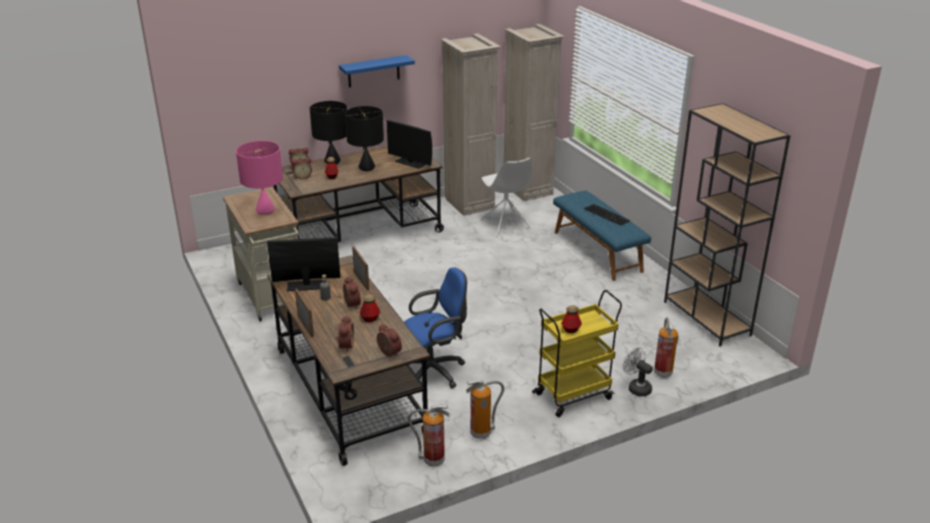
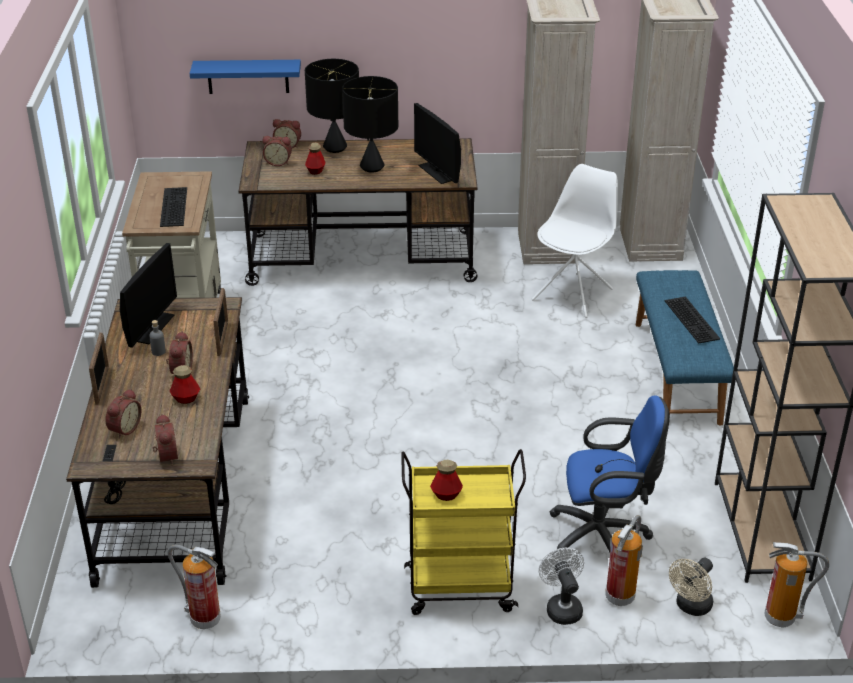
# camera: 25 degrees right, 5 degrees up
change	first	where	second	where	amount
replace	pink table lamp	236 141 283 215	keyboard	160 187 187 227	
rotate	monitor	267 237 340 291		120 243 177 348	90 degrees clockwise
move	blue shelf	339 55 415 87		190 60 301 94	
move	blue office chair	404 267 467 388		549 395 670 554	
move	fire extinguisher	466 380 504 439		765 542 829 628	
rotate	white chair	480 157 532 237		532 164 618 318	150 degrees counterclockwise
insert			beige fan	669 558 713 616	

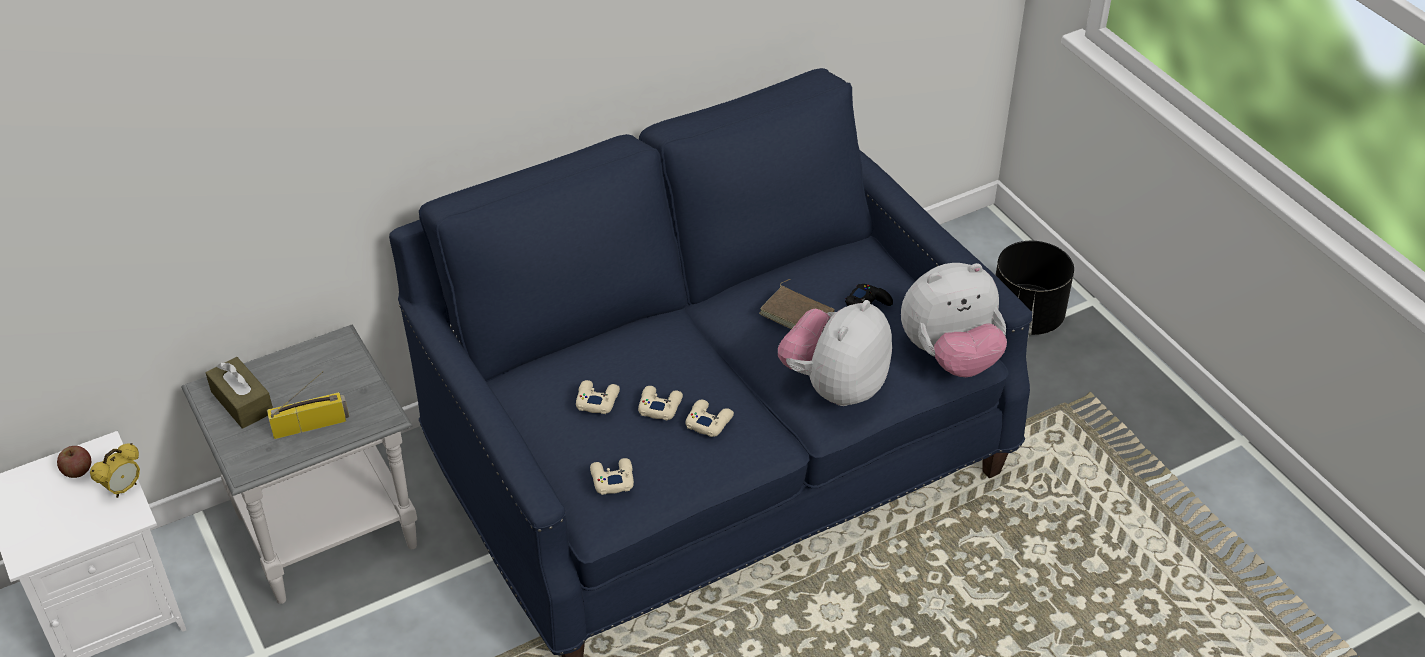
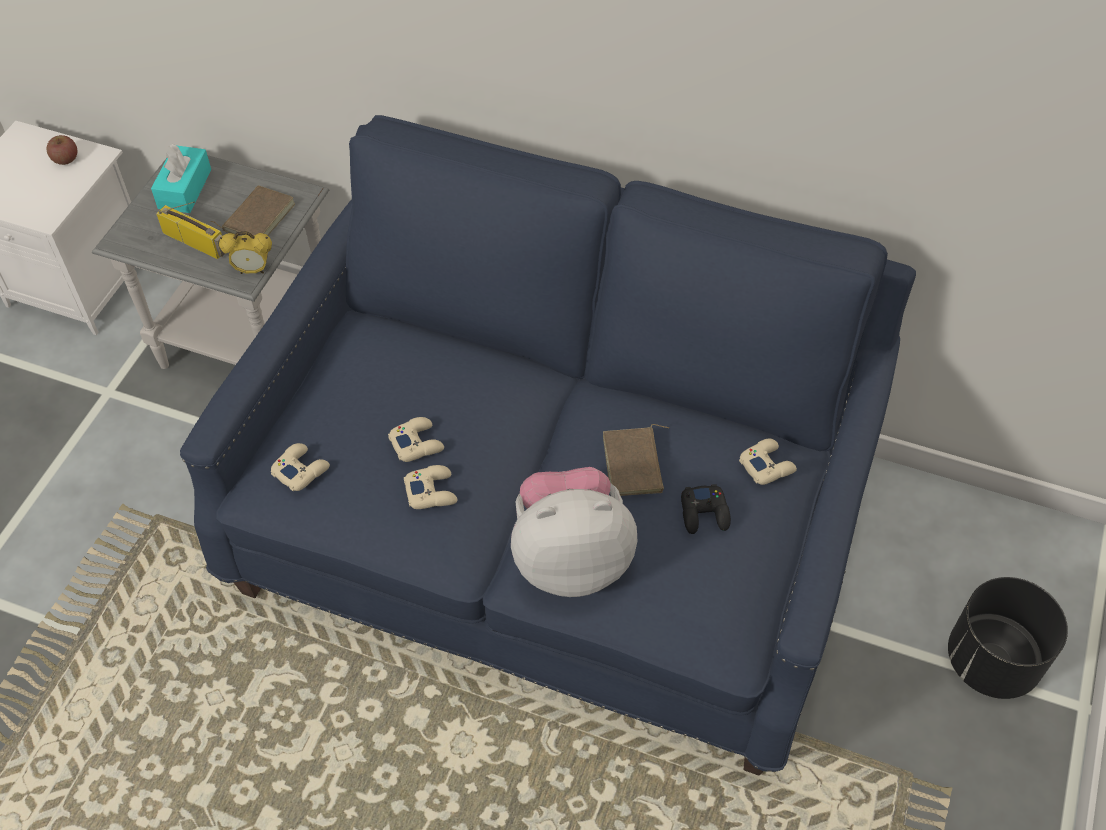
# camera: 50 degrees right, 10 degrees up
change	first	where	second	where	amount
move	alarm clock	90 443 140 498		219 231 272 274	
recolor	brown tissue box	206 357 273 429	turquoise tissue box	151 144 211 213	
move	beige game controller	576 380 620 414		739 439 797 485	
delete	plush toy	901 263 1007 377			
insert			brown book	210 185 295 236	

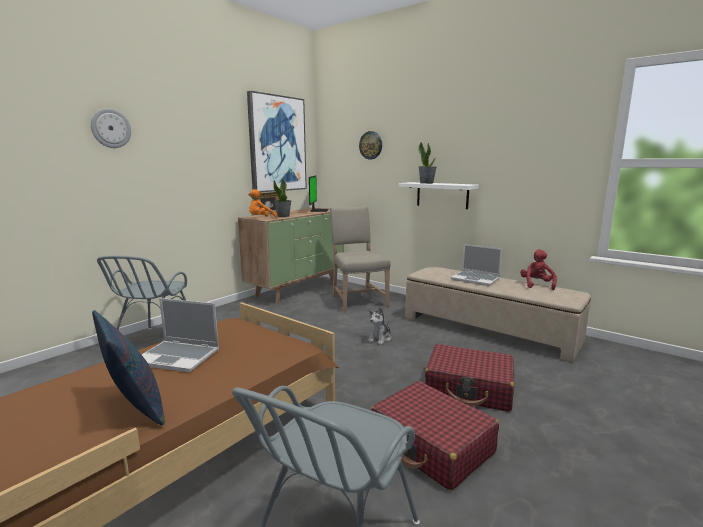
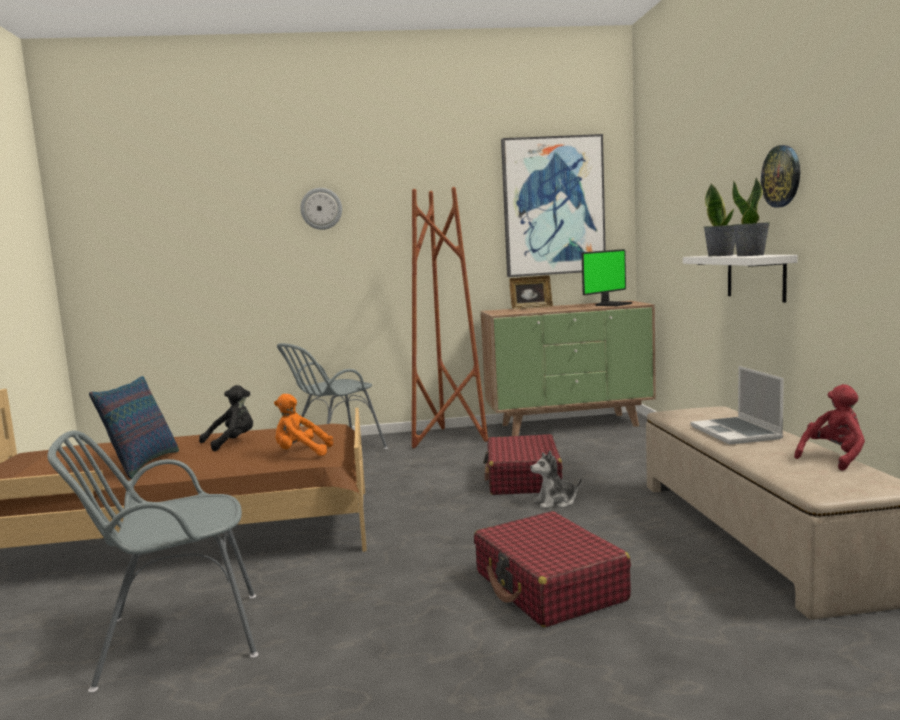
# camera: 45 degrees right, 5 degrees down
change	first	where	second	where	amount
replace	laptop	142 298 219 372	black plush toy	199 385 253 452	
move	orange plush toy	248 189 278 218		274 394 333 456	
move	potted plant	273 178 291 217		732 177 770 256	
delete	beige chair	330 206 391 312			
move	wall clock	359 131 382 159		761 145 800 208	
move	red suitcase	371 381 499 491		483 434 563 495	
insert			brown clothes rack	412 187 488 448	

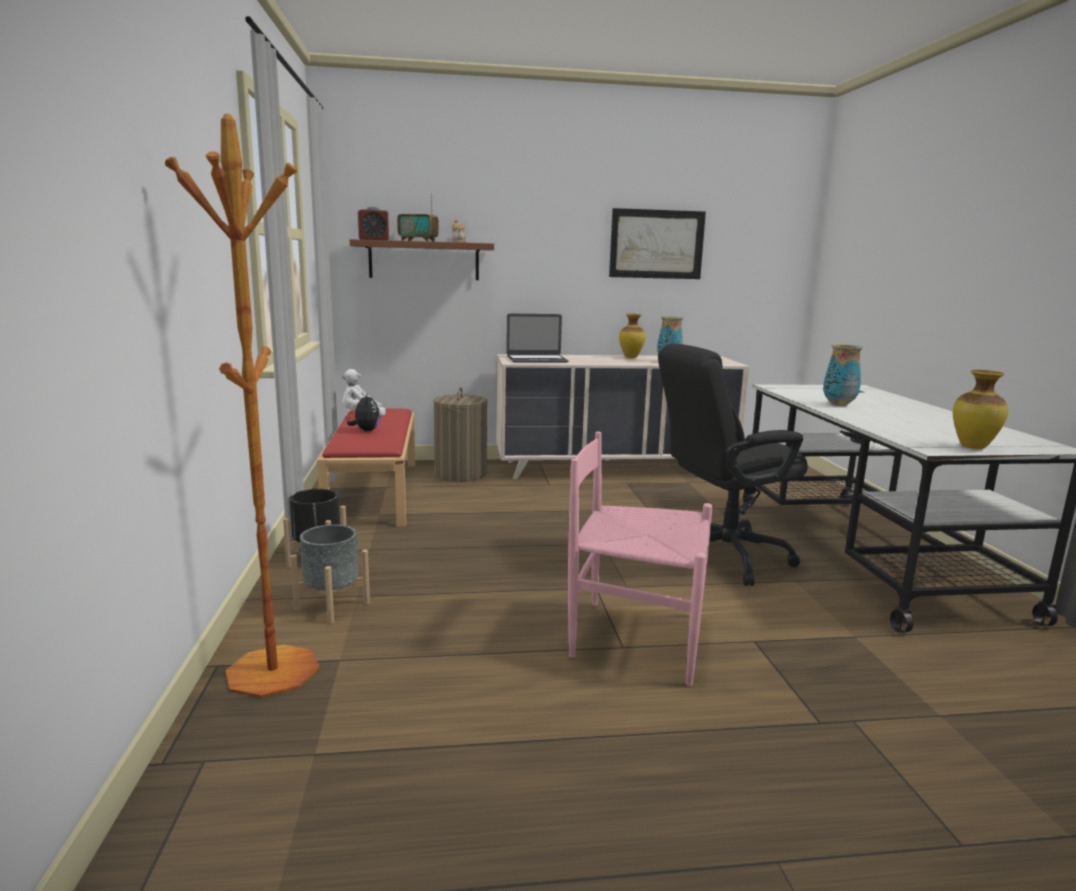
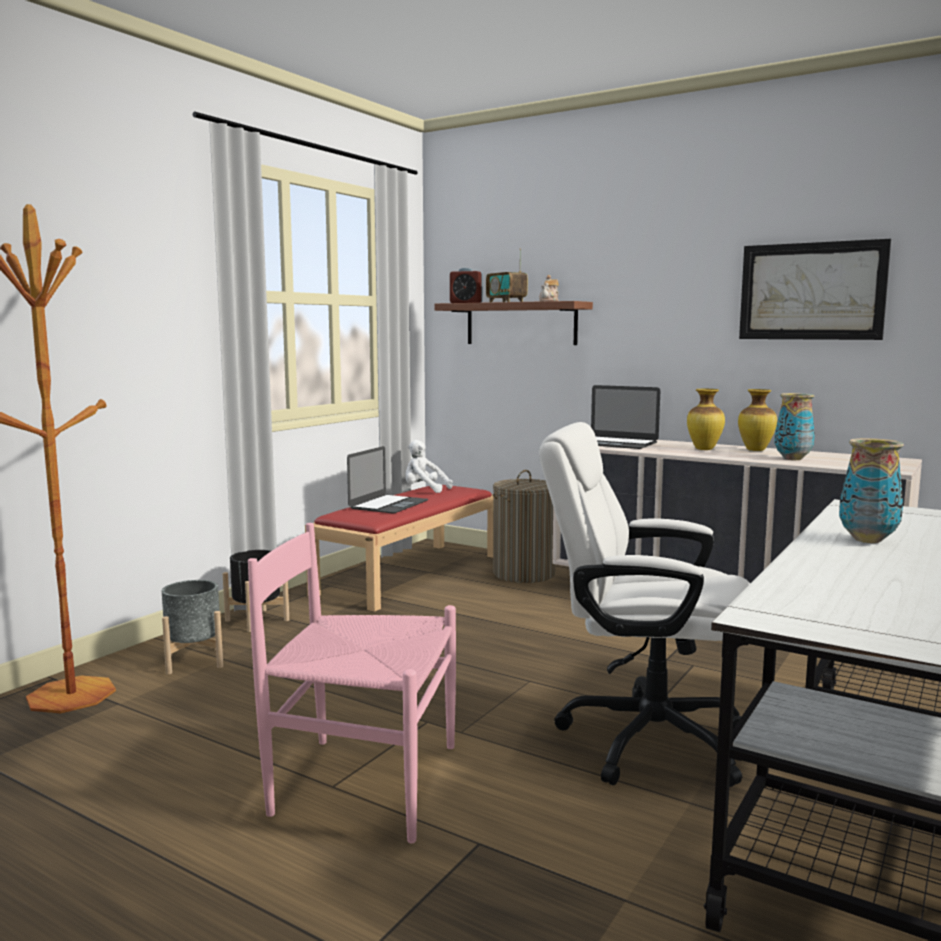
# camera: 40 degrees right, 5 degrees down
change	first	where	second	where	amount
replace	plush toy	347 394 380 431	laptop	347 446 428 514	
rotate	pink chair	568 432 712 686		248 523 456 843	45 degrees counterclockwise
recolor	black office chair	658 344 808 586	white office chair	539 422 750 787	
move	vase	953 370 1008 449		687 389 725 450	

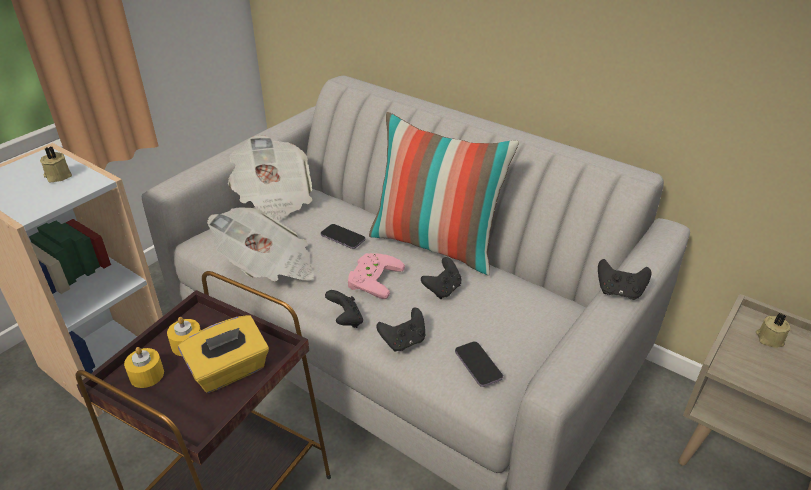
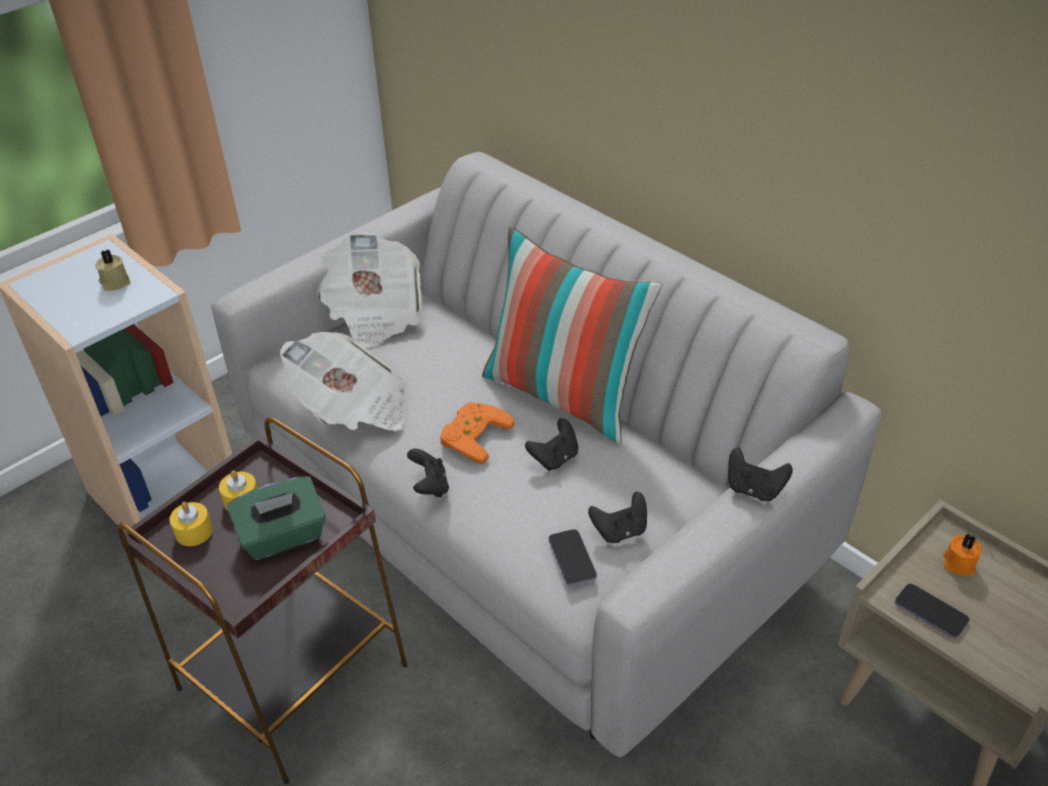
# camera: 10 degrees right, 5 degrees up
change	first	where	second	where	amount
recolor	yellow tissue box	178 315 269 393	green tissue box	227 476 326 560	
move	phone	321 224 366 249		895 583 970 639	
recolor	pink game controller	348 253 405 299	orange game controller	440 402 515 464	
move	black game controller	376 308 425 352		588 492 647 543	
recolor	beige candle	756 313 791 348	orange candle	943 534 981 576	

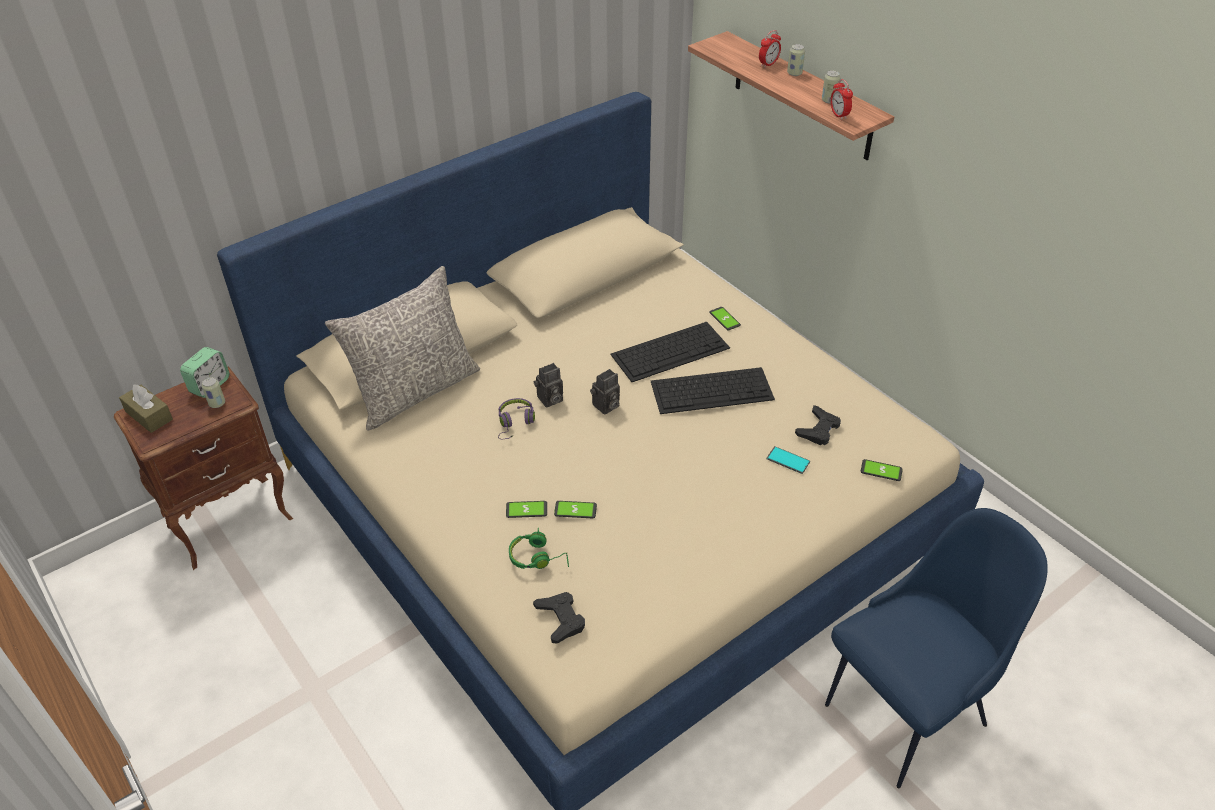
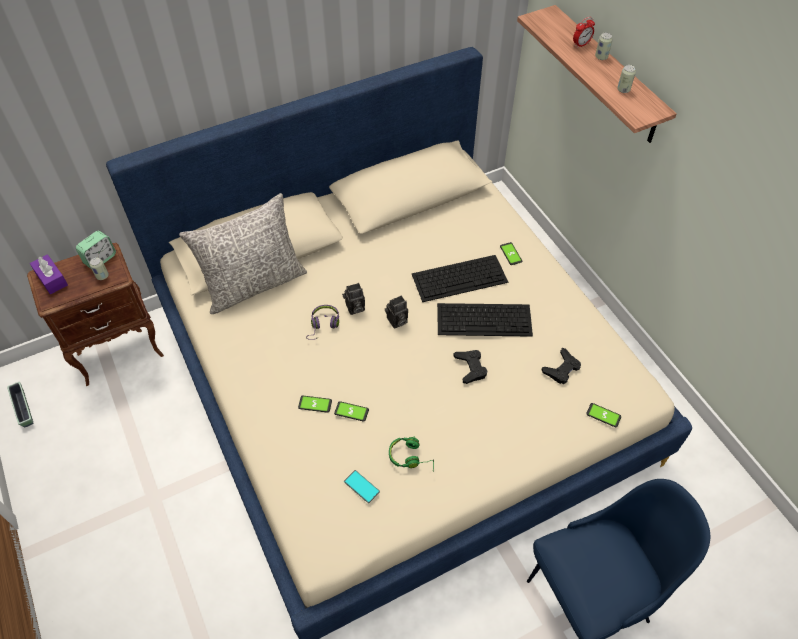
# camera: 10 degrees right, 10 degrees up
change	first	where	second	where	amount
recolor	brown tissue box	119 384 173 433	purple tissue box	30 254 68 295	
move	green headphones	509 528 569 569		389 437 434 471	
move	black game controller	533 592 585 644		453 350 487 384	
move	phone	767 446 810 474		344 470 380 503	
delete	alarm clock	830 79 853 120			
insert			planter	7 382 34 428	

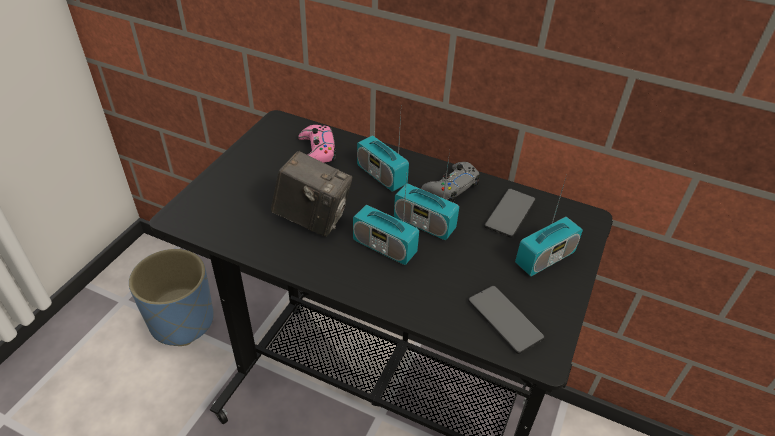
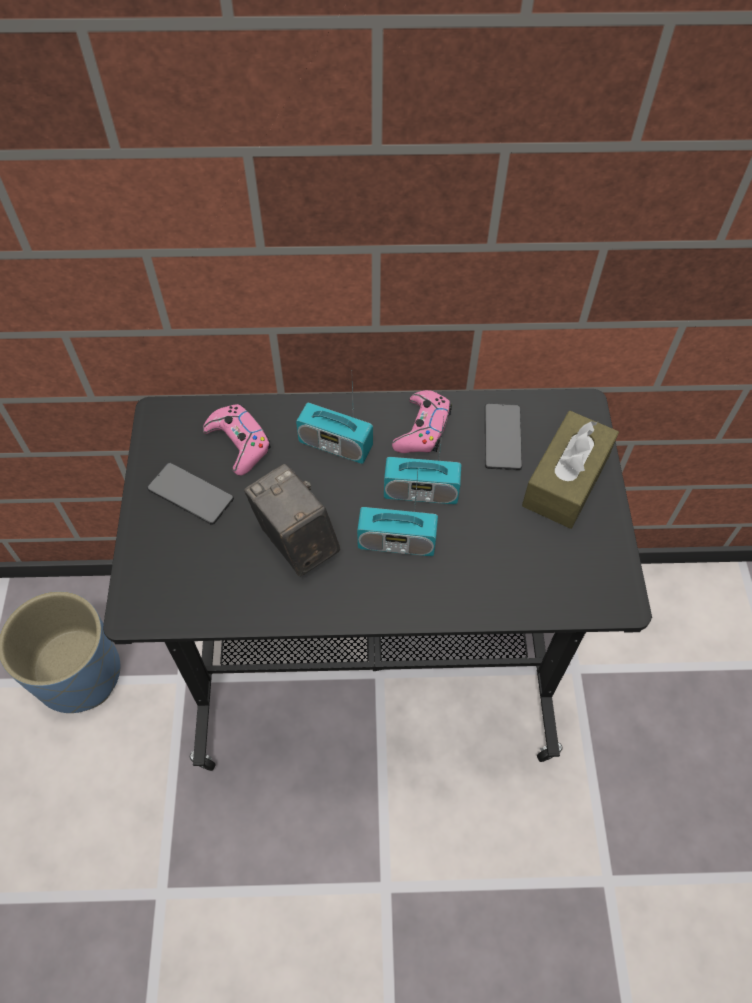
# camera: 25 degrees left, 15 degrees up
change	first	where	second	where	amount
rotate	photo camera	271 151 353 237		244 464 340 577	120 degrees counterclockwise
recolor	grey game controller	421 162 480 202	pink game controller	392 390 452 453	
move	phone	468 286 545 354		147 463 234 525	
replace	radio	515 175 583 276	brown tissue box	522 411 619 529	

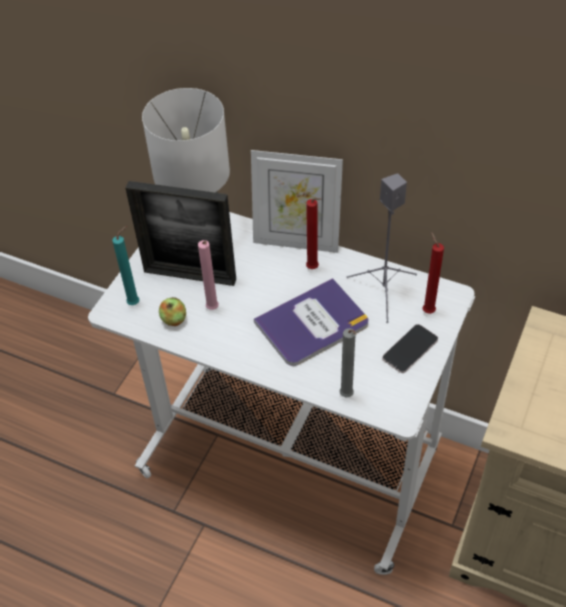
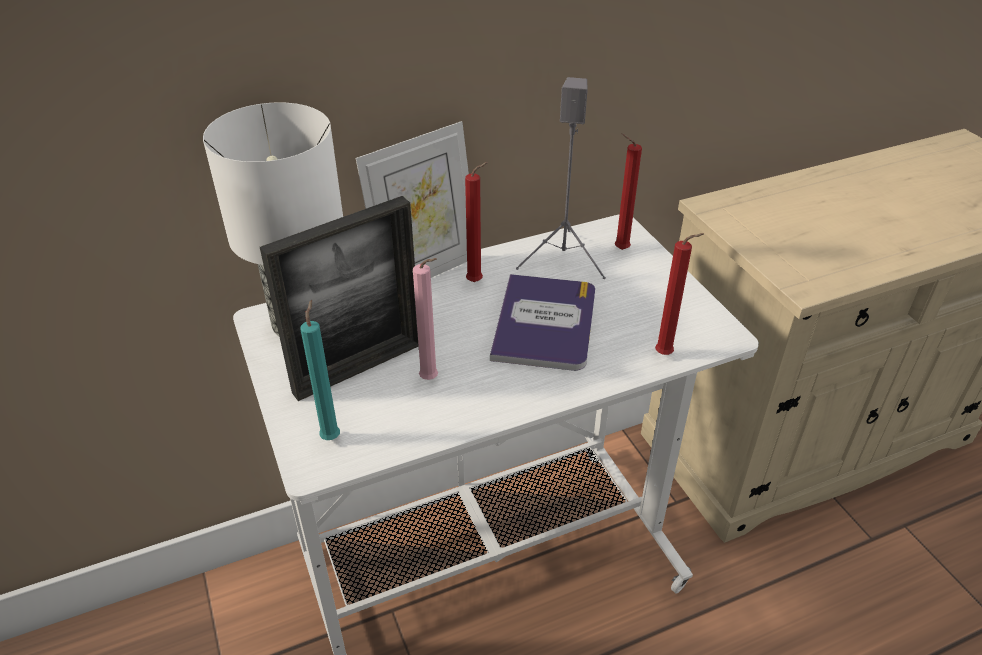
# camera: 50 degrees left, 10 degrees down
change	first	where	second	where	amount
delete	apple	159 297 186 326			
recolor	grey candle	340 328 357 397	red candle	655 233 704 355	
delete	phone	382 324 438 373			

